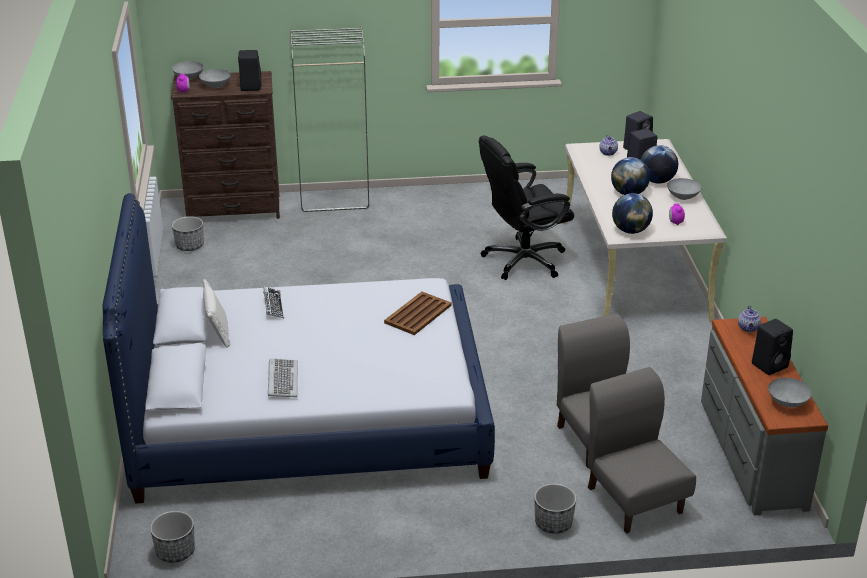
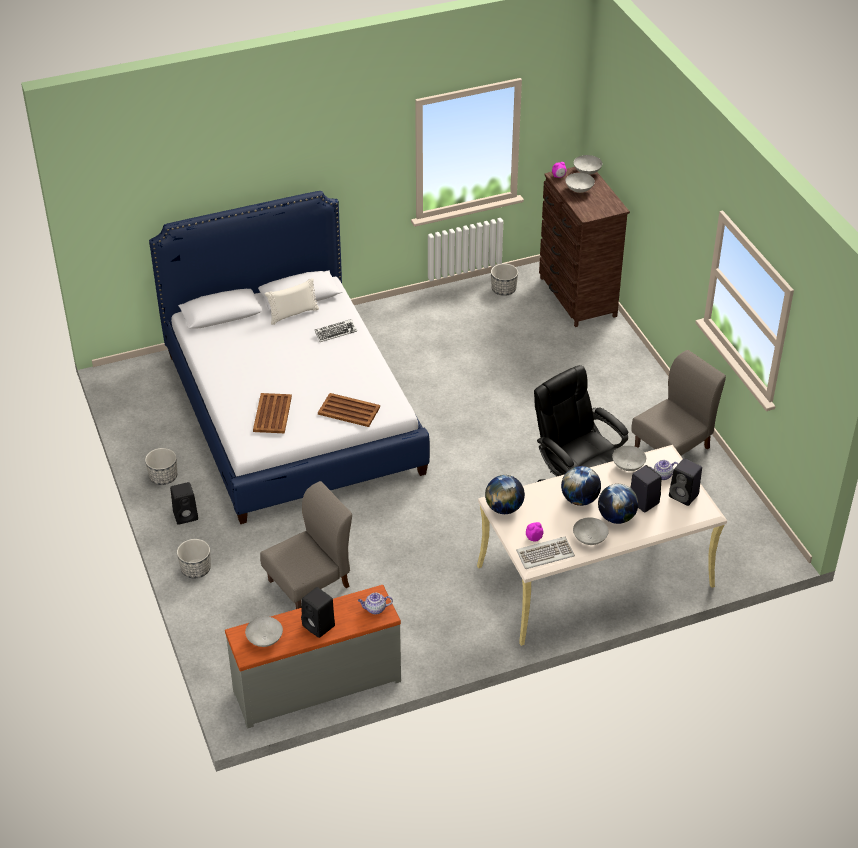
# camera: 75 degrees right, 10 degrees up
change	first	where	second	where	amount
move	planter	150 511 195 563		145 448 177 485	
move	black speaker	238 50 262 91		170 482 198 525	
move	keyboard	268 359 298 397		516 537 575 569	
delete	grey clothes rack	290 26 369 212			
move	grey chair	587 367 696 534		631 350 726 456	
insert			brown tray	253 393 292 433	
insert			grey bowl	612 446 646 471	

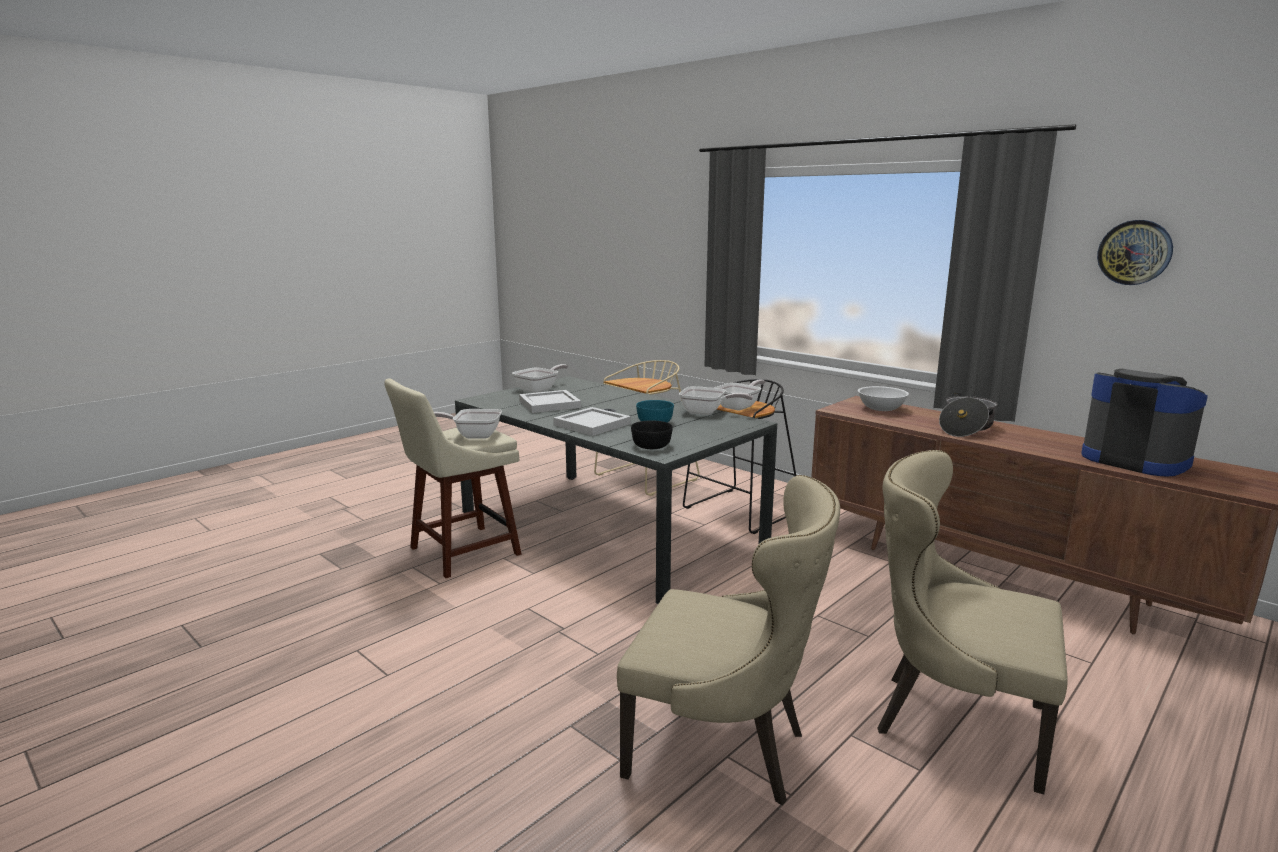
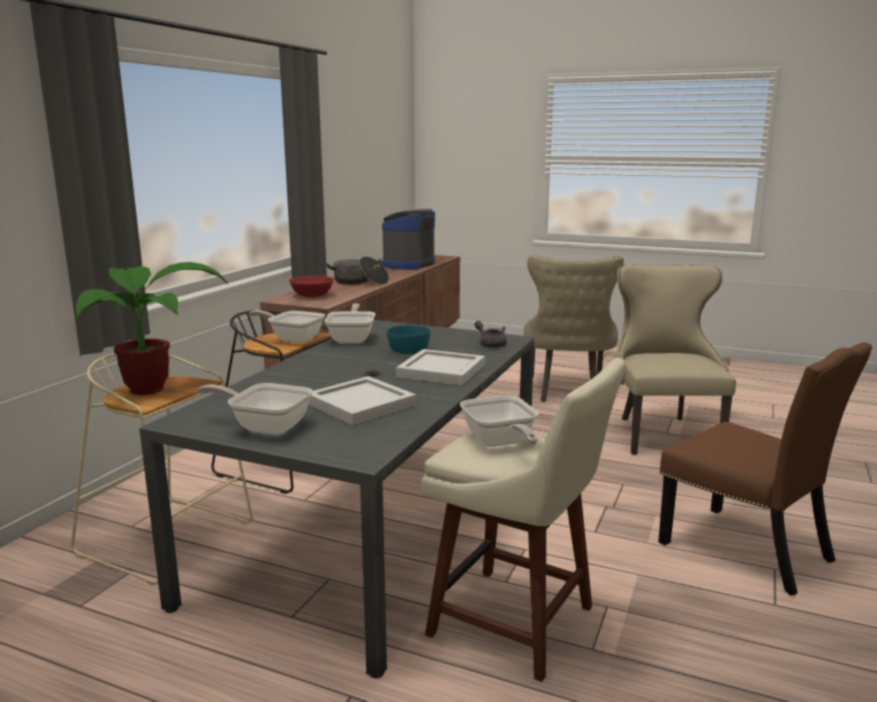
# camera: 110 degrees left, 0 degrees up
change	first	where	second	where	amount
replace	black bowl	631 420 673 449	grey teapot	474 321 507 348	
recolor	white bowl	858 386 909 411	red bowl	289 276 334 297	
delete	wall clock	1097 220 1173 285			
insert			potted plant	76 262 228 395	
insert			brown chair	658 342 872 596	

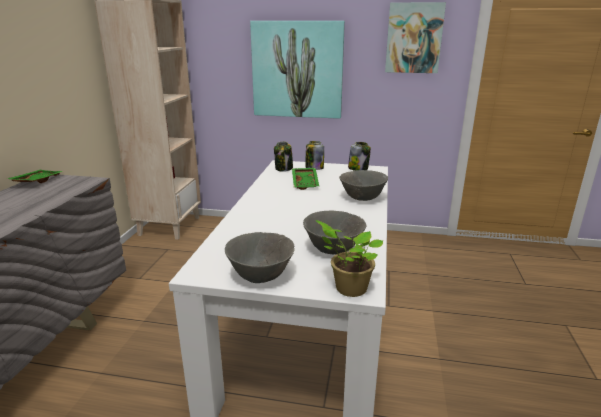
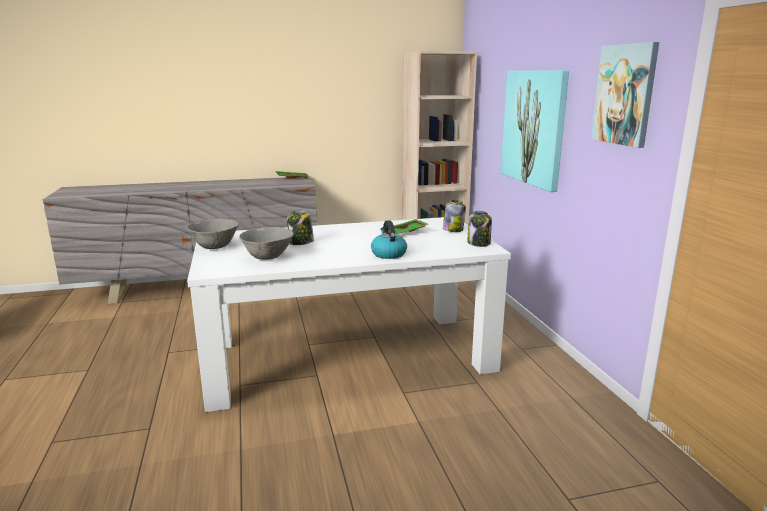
# camera: 65 degrees right, 5 degrees down
change	first	where	second	where	amount
move	jar	274 141 293 172		287 210 314 245	
delete	potted plant	315 220 383 297			
replace	grey bowl	339 170 388 201	kettle	371 220 407 259	

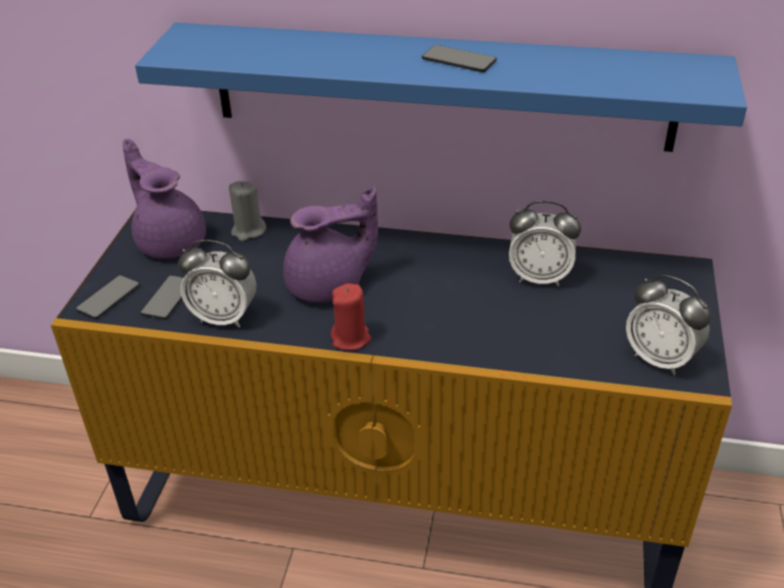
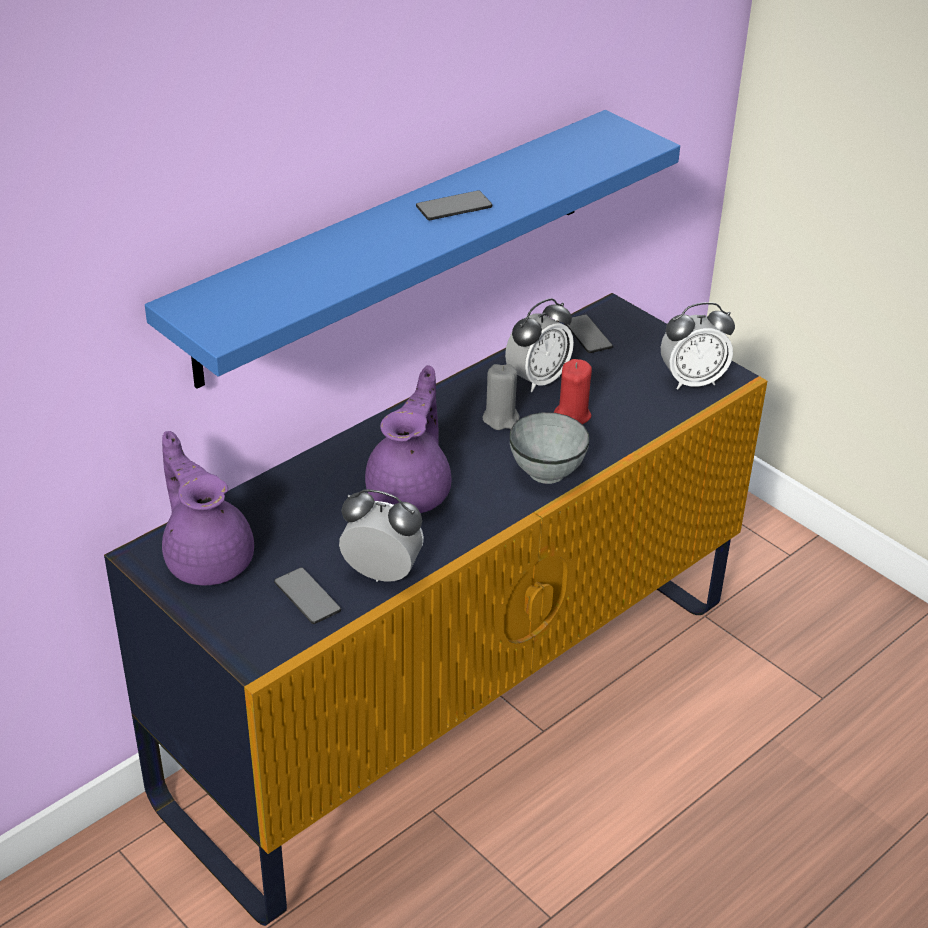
# camera: 55 degrees left, 0 degrees up
change	first	where	second	where	amount
move	phone	76 275 140 319		564 315 613 353	
rotate	purple teapot	123 139 206 259		162 431 254 586	60 degrees clockwise
rotate	alarm clock	178 240 256 328		339 489 424 582	120 degrees counterclockwise
move	grey candle	229 181 267 241		483 364 520 430	
move	red candle	331 283 371 351		554 359 592 424	
insert			grey bowl	510 412 589 484	

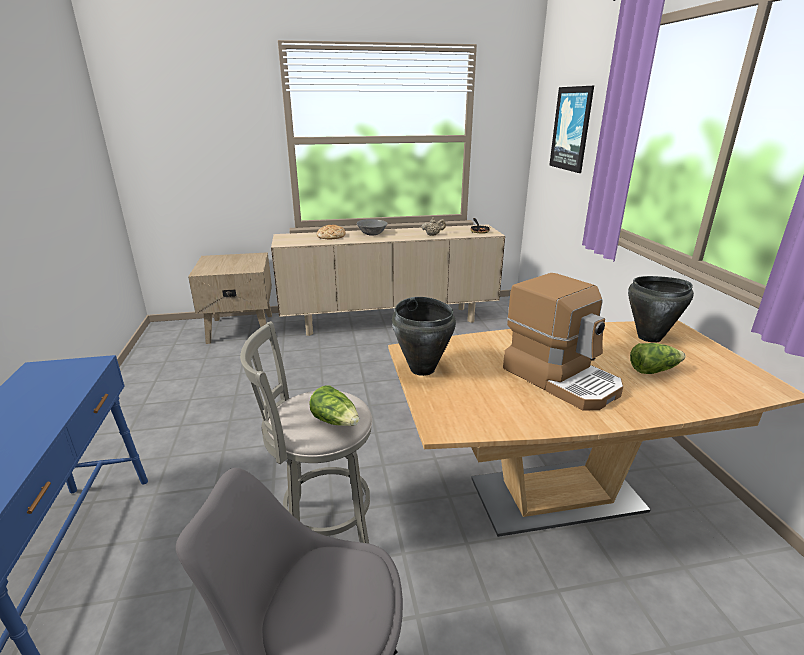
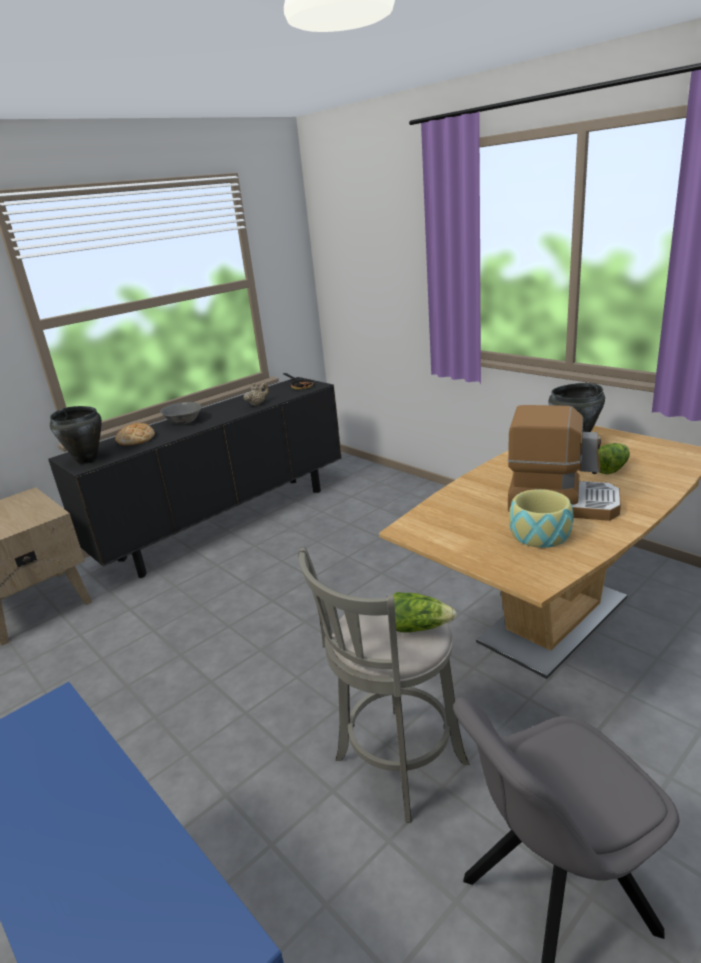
# camera: 30 degrees left, 0 degrees up
change	first	where	second	where	amount
recolor	beige cabinet	271 225 505 336	black cabinet	48 377 342 578	
move	black cooking pot	392 297 456 376		50 406 102 464	
delete	picture	549 86 594 173			
insert			bowl	509 489 573 548	

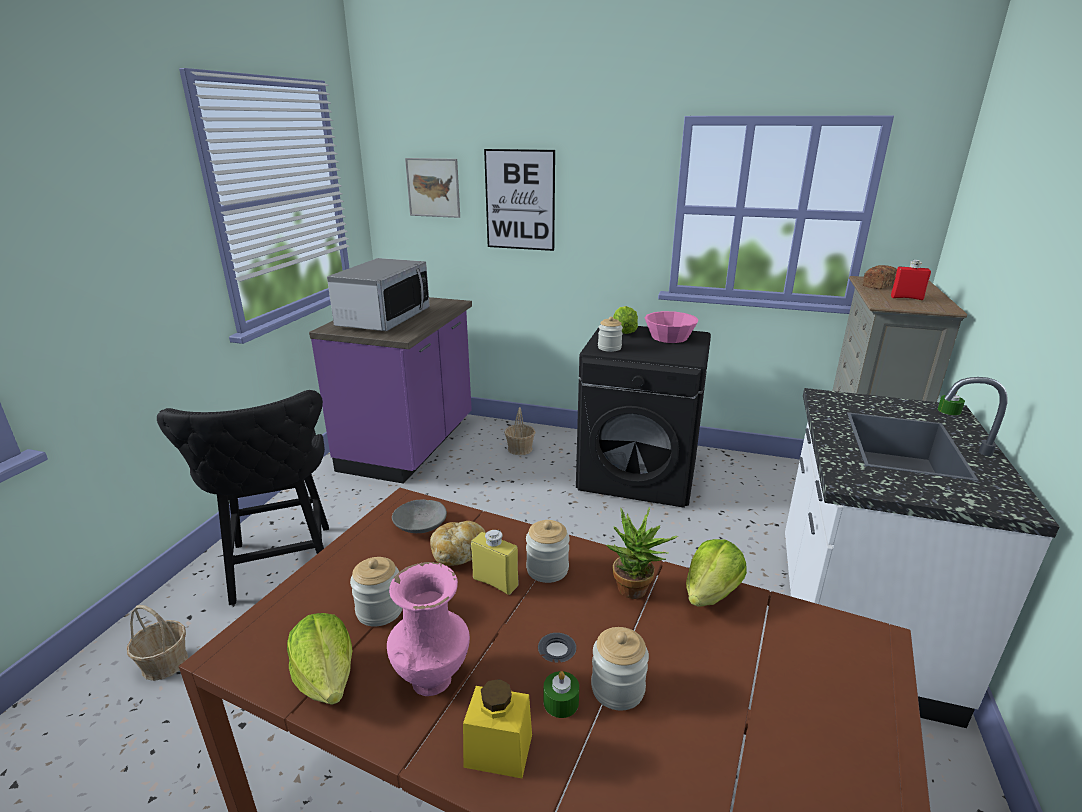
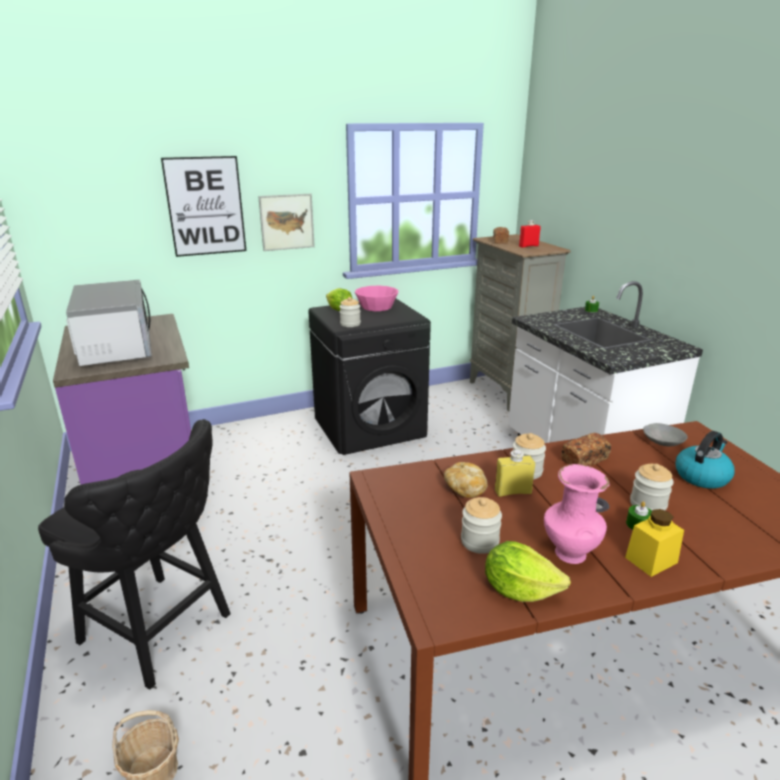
# camera: 40 degrees left, 0 degrees up
change	first	where	second	where	amount
move	grey bowl	392 499 447 533		643 423 688 446	
move	picture	405 158 460 218		258 194 315 251	
delete	basket	504 407 535 455			
replace	potted plant	606 507 678 599	bread	561 433 611 466	
delete	lettuce	686 539 747 607			
insert			kettle	675 431 735 489	

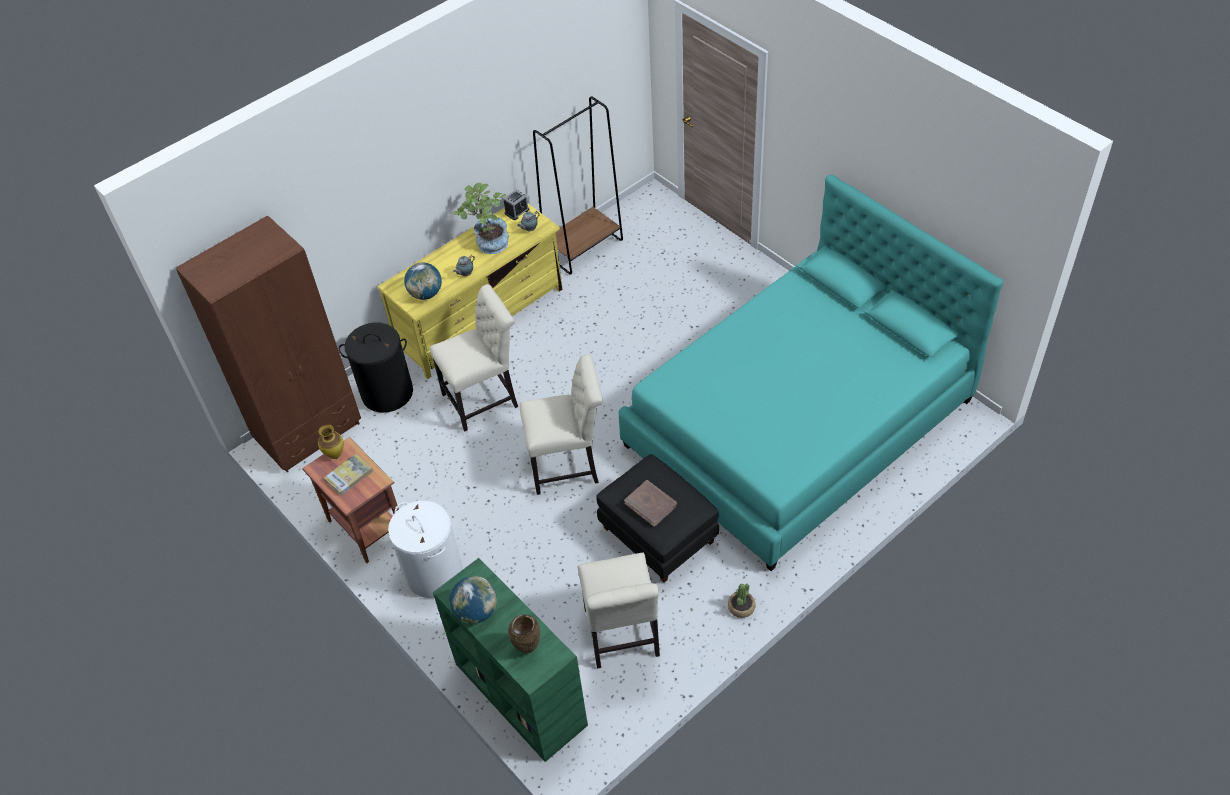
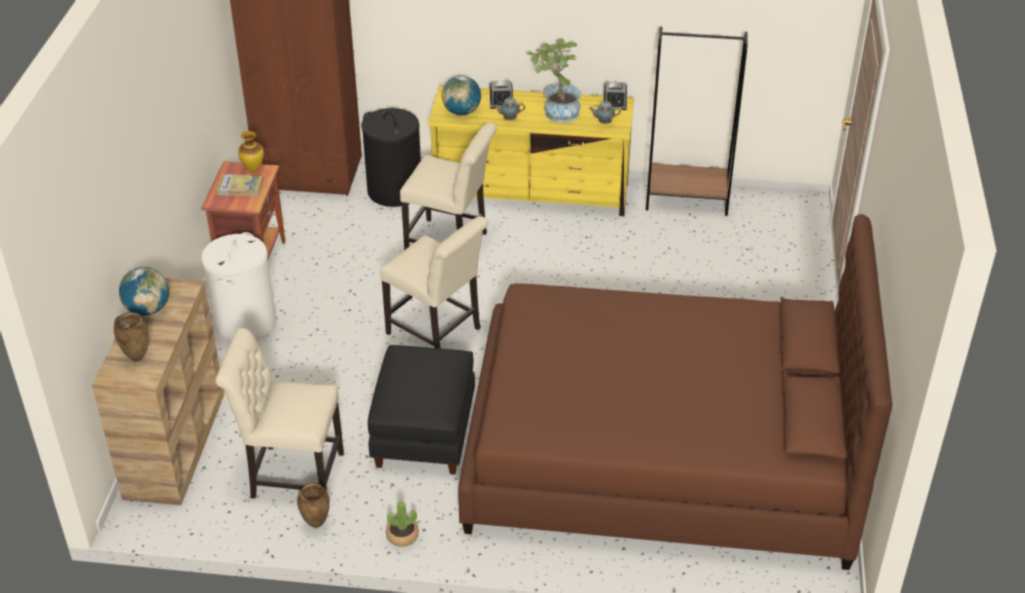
# camera: 45 degrees right, 10 degrees down
change	first	where	second	where	amount
recolor	green bookcase	433 558 588 762	brown bookcase	92 278 225 505	
rotate	beige chair	577 552 660 669		215 328 344 499	60 degrees clockwise
recolor	turquoise bed	619 175 1003 571	brown bed	458 214 892 570	
delete	brown book	624 480 677 527			
insert			brown vase	297 483 330 528	
insert			alarm clock	489 80 513 109	

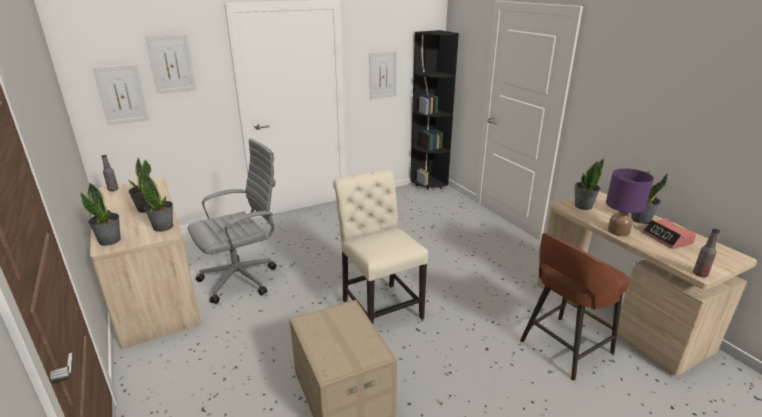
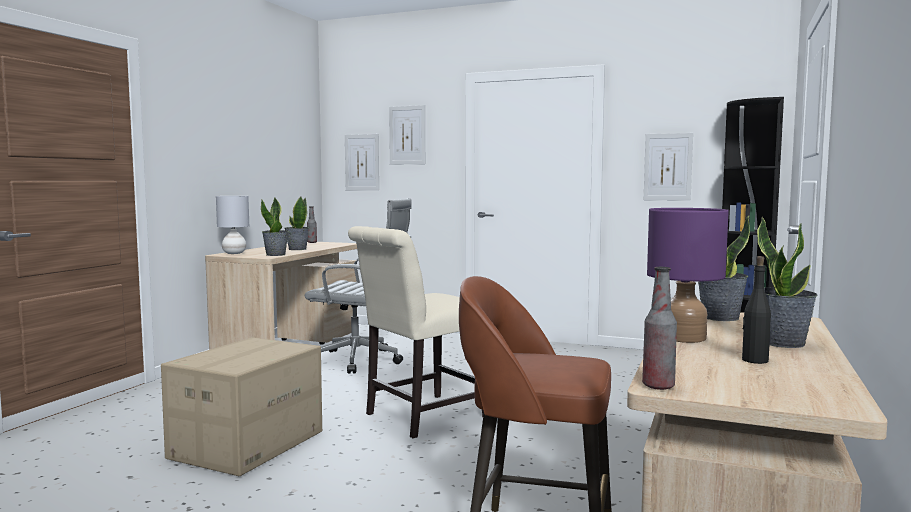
# camera: 50 degrees right, 20 degrees down
change	first	where	second	where	amount
replace	potted plant	81 183 120 246	grey table lamp	216 196 249 254	
rotate	beige chair	333 169 428 325		348 226 484 439	150 degrees counterclockwise
replace	alarm clock	642 218 696 249	black bottle	742 256 771 364	

